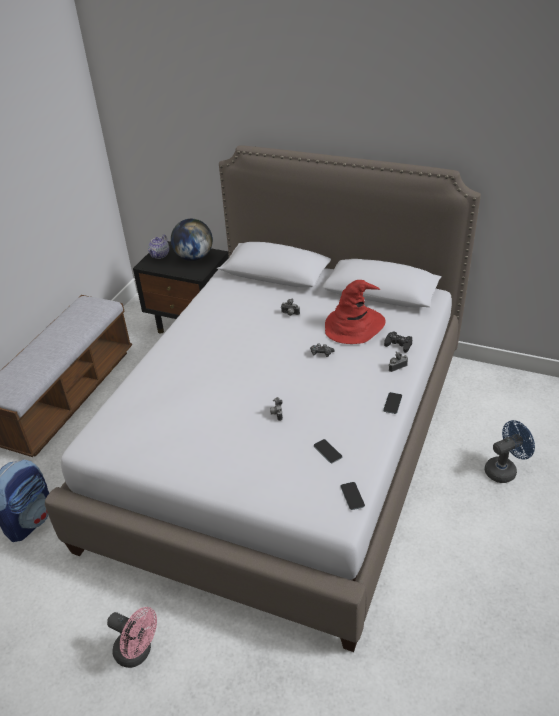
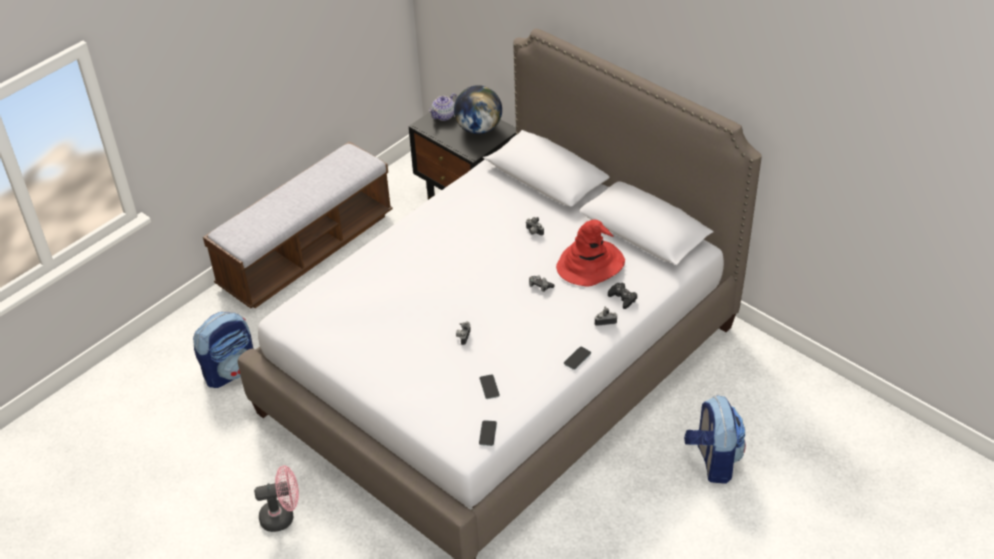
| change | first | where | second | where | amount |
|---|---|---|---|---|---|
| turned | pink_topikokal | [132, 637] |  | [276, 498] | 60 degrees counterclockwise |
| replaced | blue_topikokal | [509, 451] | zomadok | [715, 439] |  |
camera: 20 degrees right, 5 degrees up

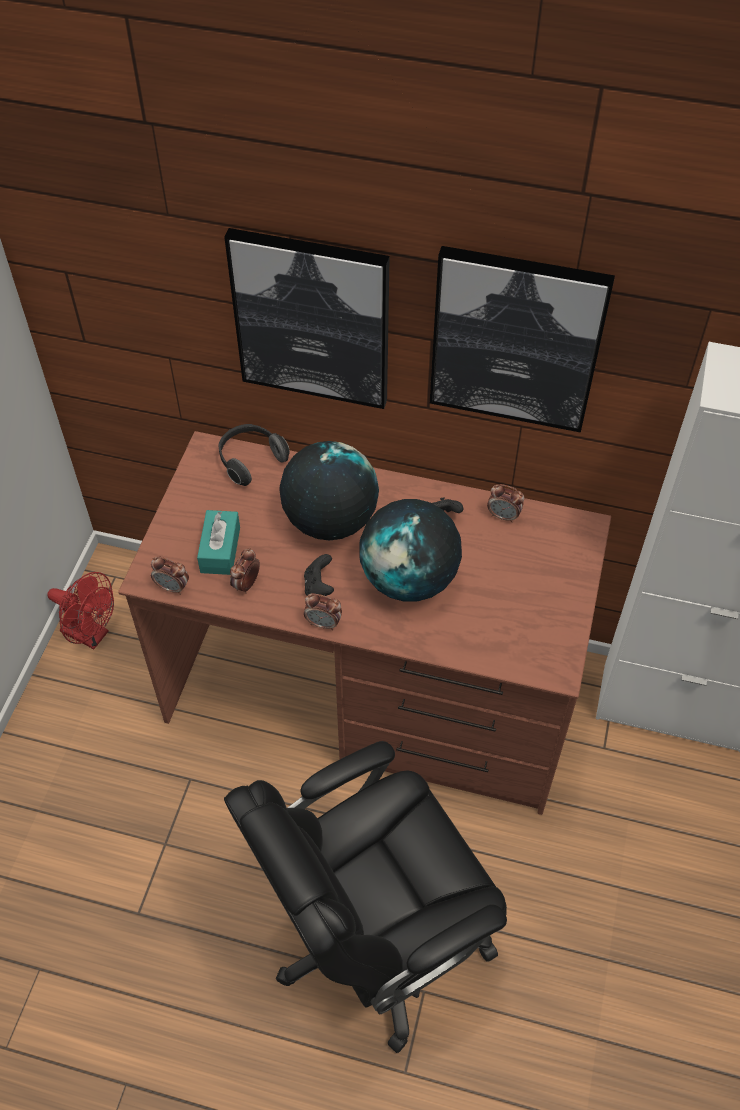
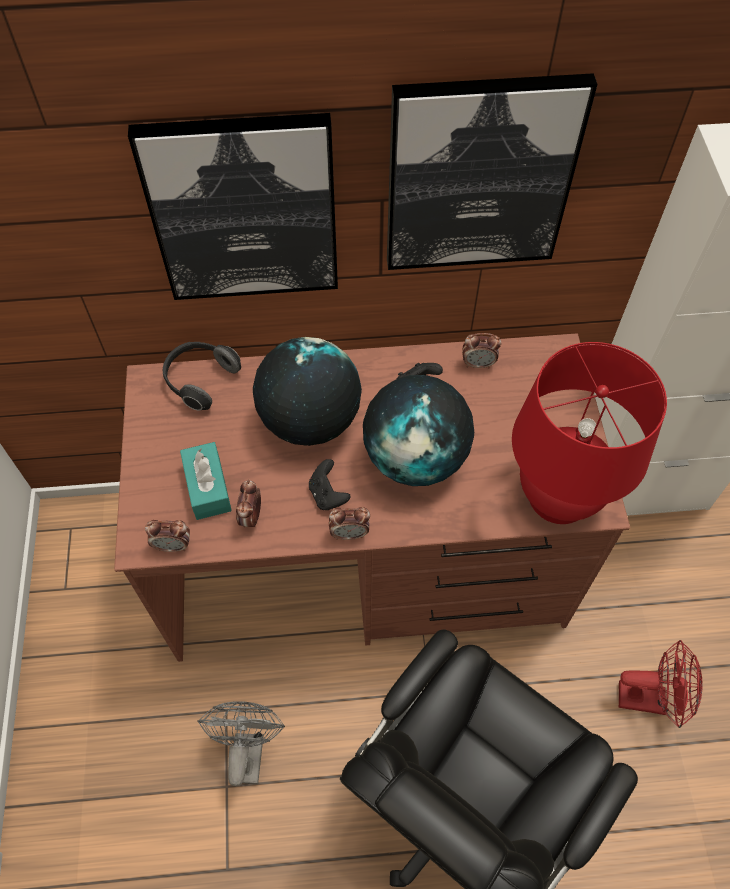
| change | first | where | second | where | amount |
|---|---|---|---|---|---|
| added |  |  | grey_topikokal | [241, 744] |  |
| added |  |  | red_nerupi | [589, 433] |  |
| moved | red_topikokal | [80, 610] |  | [660, 684] |  |
camera: 20 degrees left, 5 degrees up

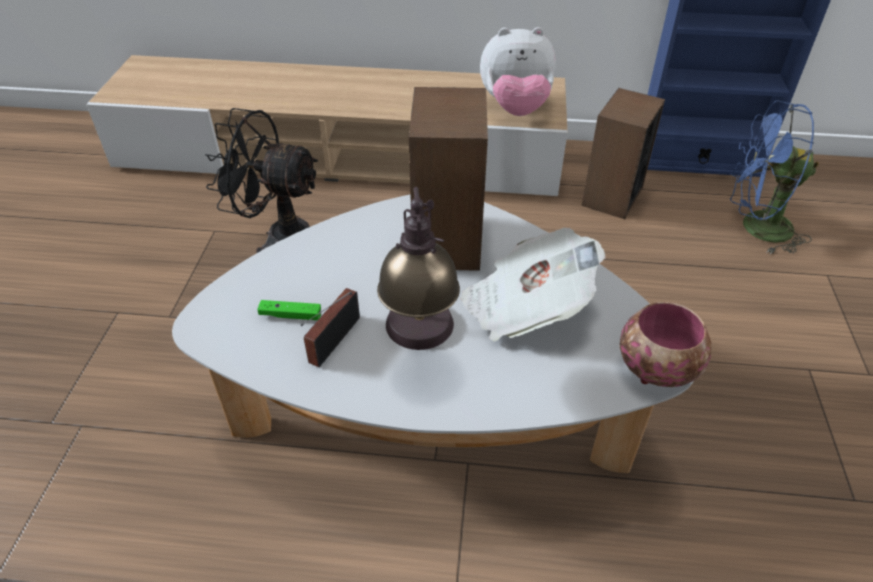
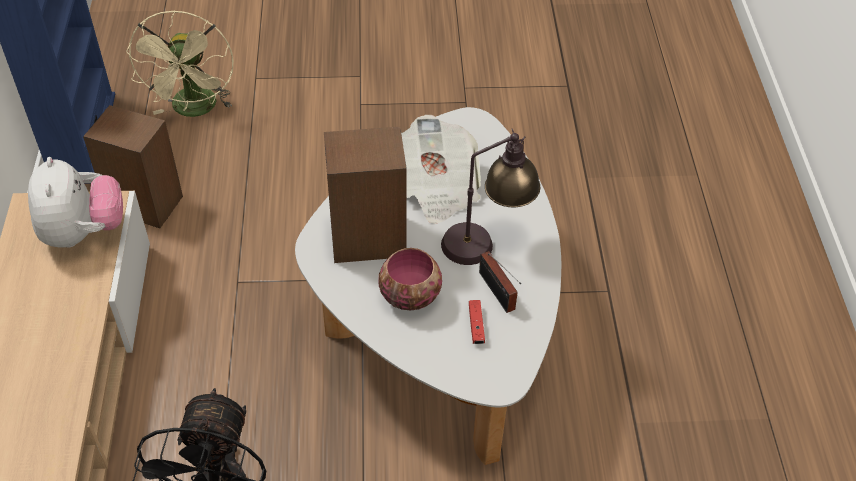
| change | first | where | second | where | amount |
|---|---|---|---|---|---|
| recoloured | blue_topikokal | [774, 177] | beige_topikokal | [180, 63] |  |
| moved | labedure | [665, 344] |  | [410, 279] |  |
| recoloured | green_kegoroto | [289, 310] | red_kegoroto | [477, 322] |  |
| turned | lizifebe | [330, 327] |  | [500, 282] | 45 degrees clockwise |
camera: 100 degrees left, 5 degrees up

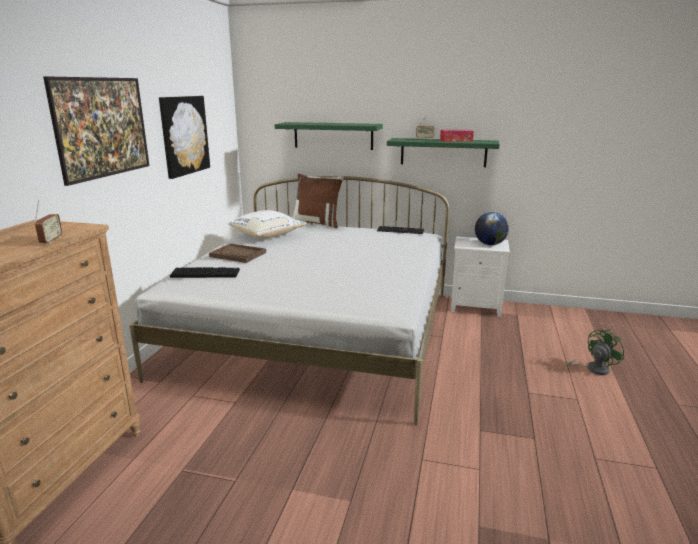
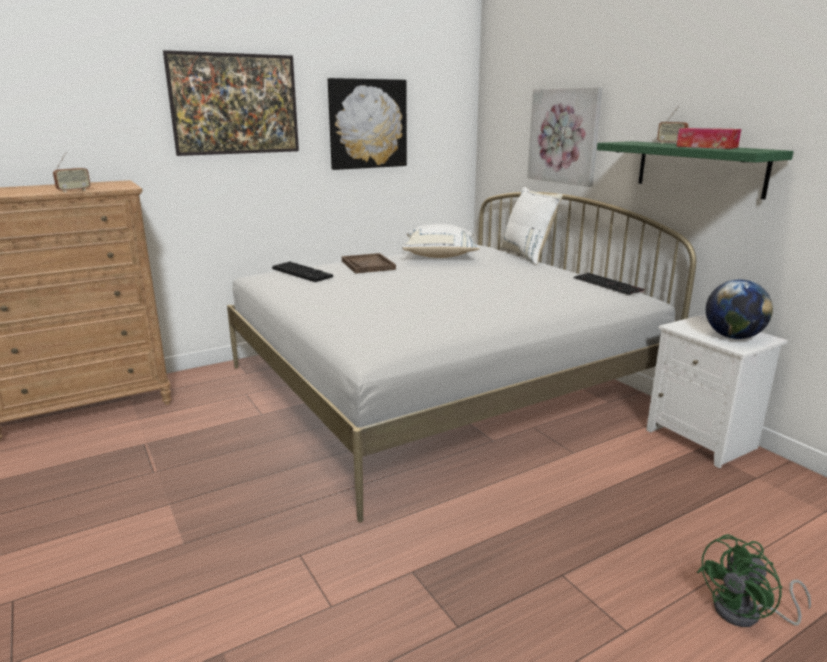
| change | first | where | second | where | amount |
|---|---|---|---|---|---|
| recoloured | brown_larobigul | [318, 201] | white_larobigul | [531, 226] |  |
| replaced | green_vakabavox | [329, 136] | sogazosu | [564, 137] |  |
| turned | green_topikokal | [593, 352] |  | [754, 580] | 135 degrees clockwise |
camera: 45 degrees right, 0 degrees up

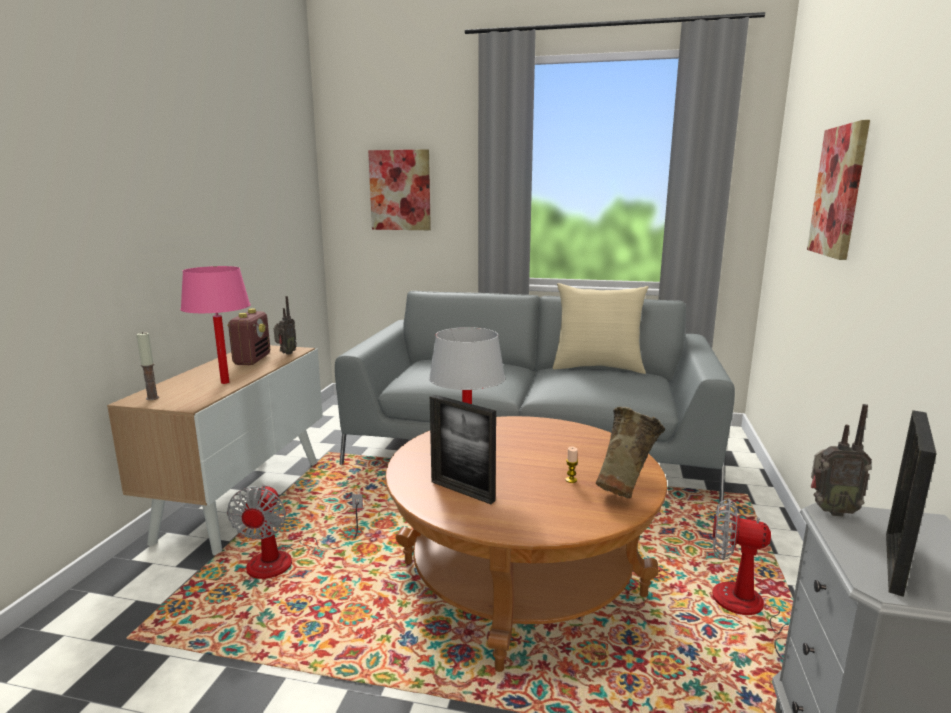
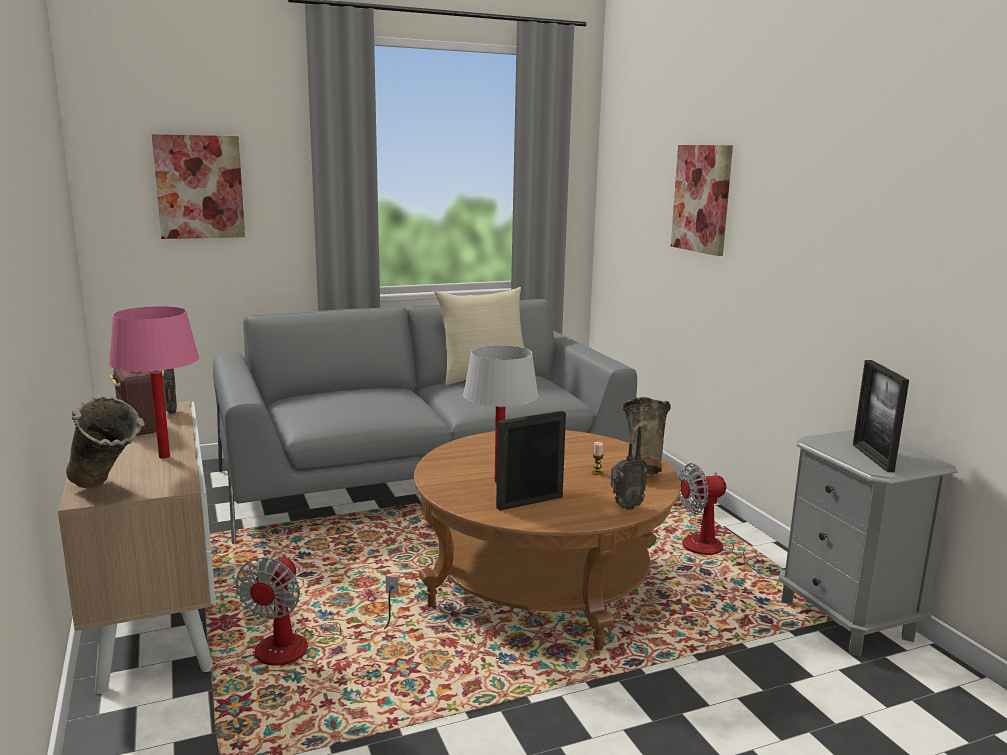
| change | first | where | second | where | amount |
|---|---|---|---|---|---|
| replaced | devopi | [147, 366] | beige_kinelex | [105, 442] |  |
| turned | topikokal | [295, 531] |  | [316, 610] | 45 degrees clockwise |
| turned | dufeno | [463, 449] |  | [531, 461] | 150 degrees clockwise |
| moved | lizifebe | [841, 460] |  | [629, 468] |  |
camera: 35 degrees left, 0 degrees up

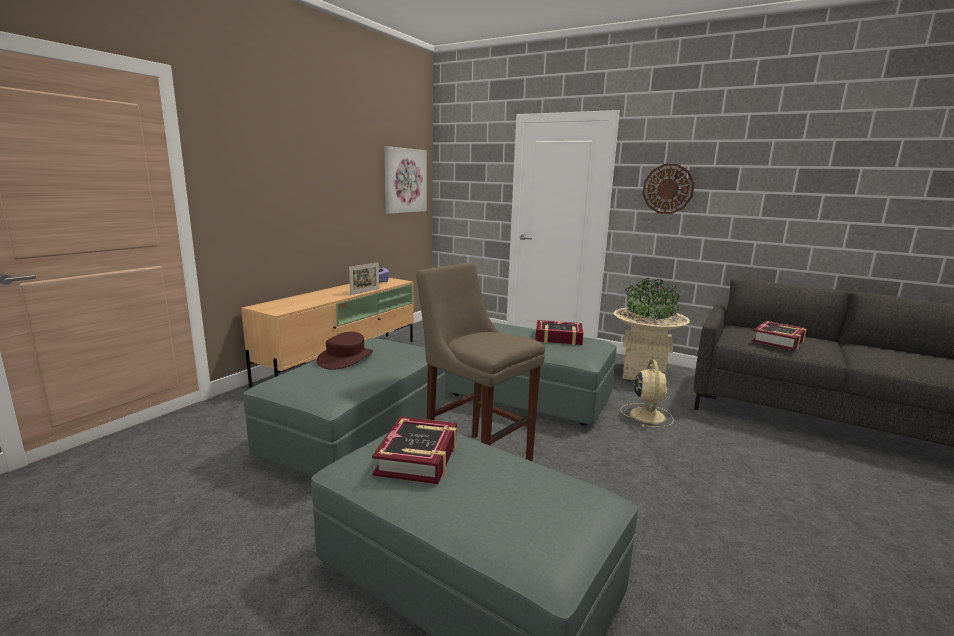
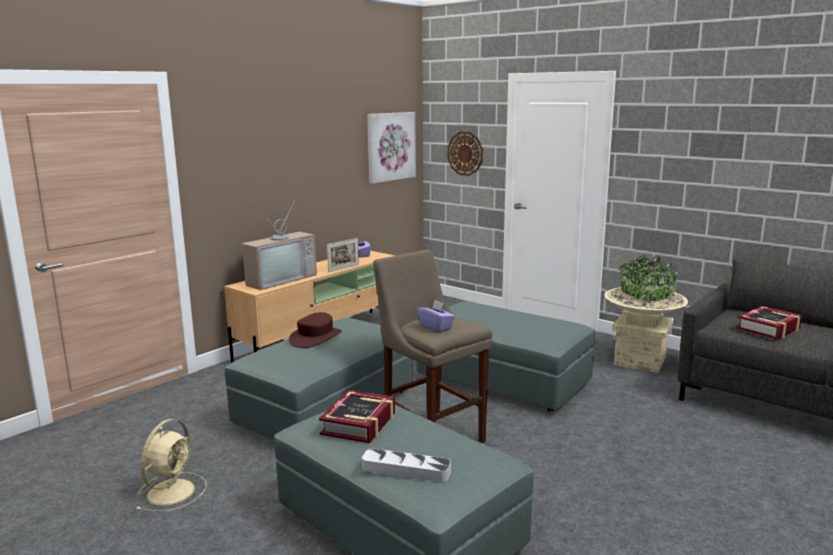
| change | first | where | second | where | amount |
|---|---|---|---|---|---|
| moved | beige_topikokal | [647, 393] |  | [171, 465] |  |
| added |  |  | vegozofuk | [279, 245] |  |
| added |  |  | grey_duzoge | [406, 465] |  |
| added |  |  | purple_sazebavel | [436, 316] |  |
| moved | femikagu | [668, 189] |  | [465, 153] |  |
| removed | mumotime | [559, 332] |  |  |  |
camera: 10 degrees right, 0 degrees up

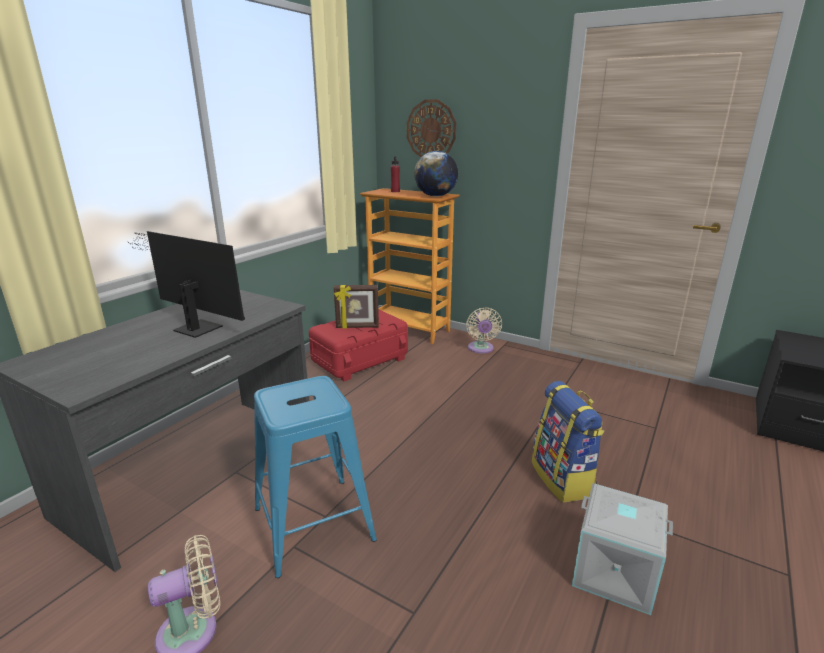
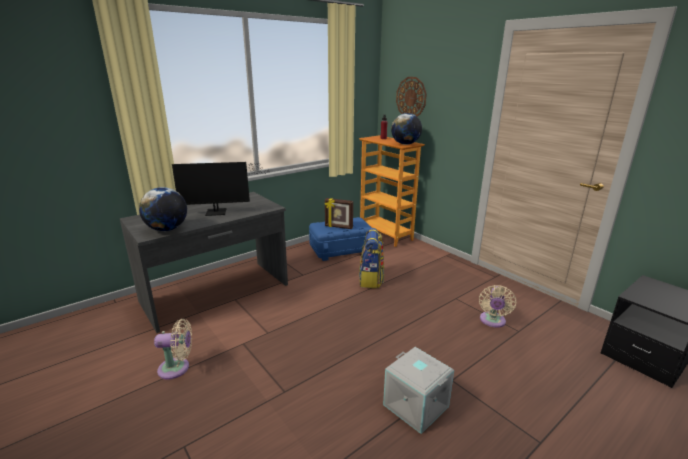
| change | first | where | second | where | amount |
|---|---|---|---|---|---|
| added |  |  | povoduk | [163, 209] |  |
| turned | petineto | [187, 284] |  | [221, 189] | 120 degrees clockwise |
| recoloured | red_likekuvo | [358, 345] | blue_likekuvo | [340, 239] |  |
| moved | zomadok | [568, 442] |  | [371, 258] |  |
| moved | beige_topikokal | [484, 330] |  | [497, 306] |  |
| removed | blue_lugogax | [315, 477] |  |  |  |
camera: 20 degrees right, 0 degrees up

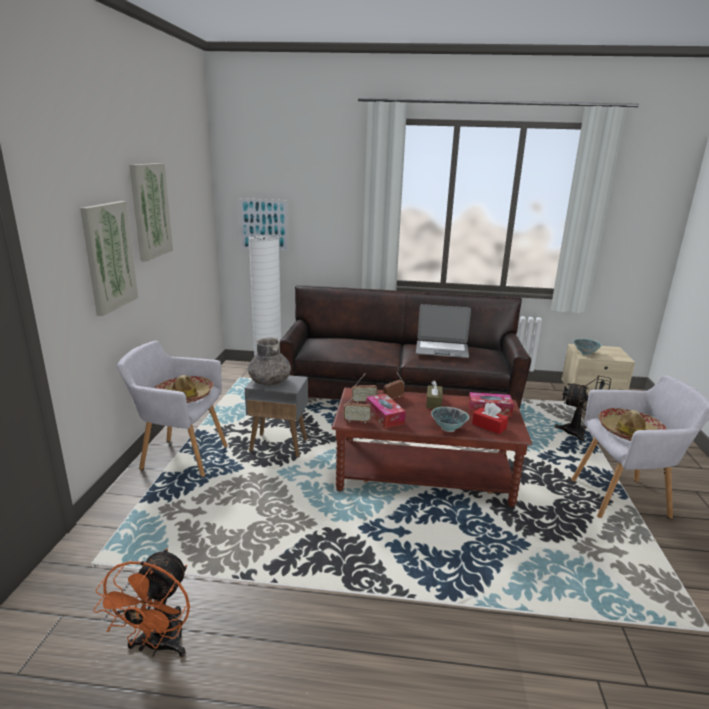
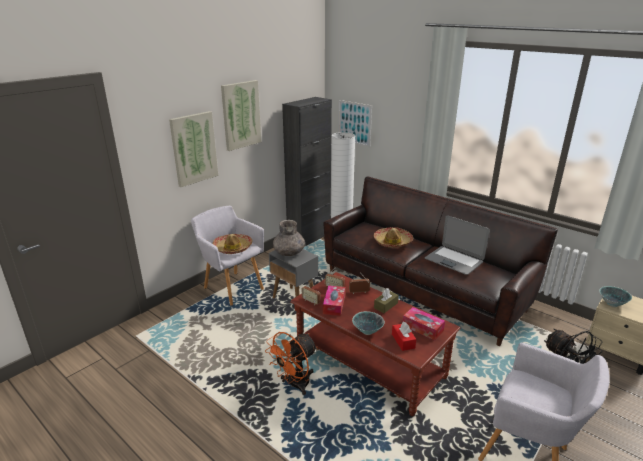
| change | first | where | second | where | amount |
|---|---|---|---|---|---|
| moved | orange_topikokal | [141, 602] |  | [291, 363] |  |
| added |  |  | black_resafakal | [307, 172] |  |
| moved | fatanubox | [632, 424] |  | [393, 237] |  |
camera: 35 degrees right, 5 degrees up

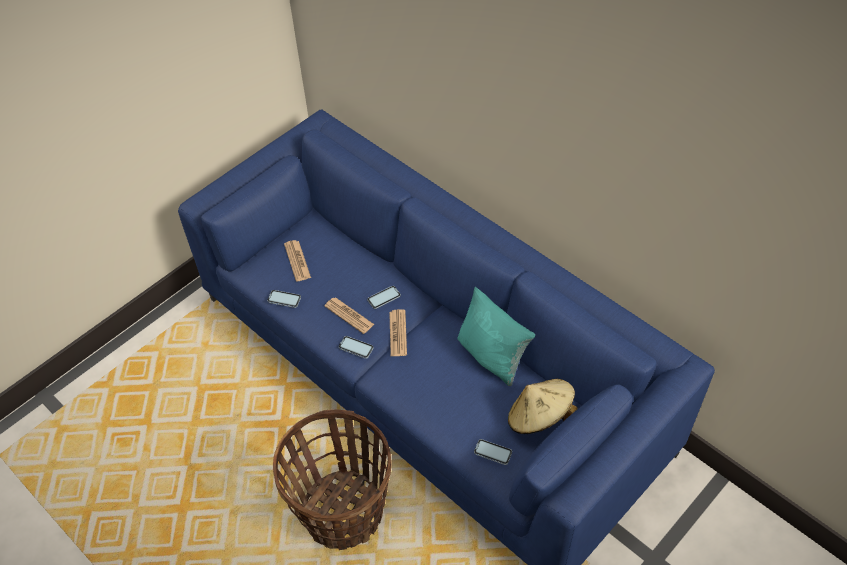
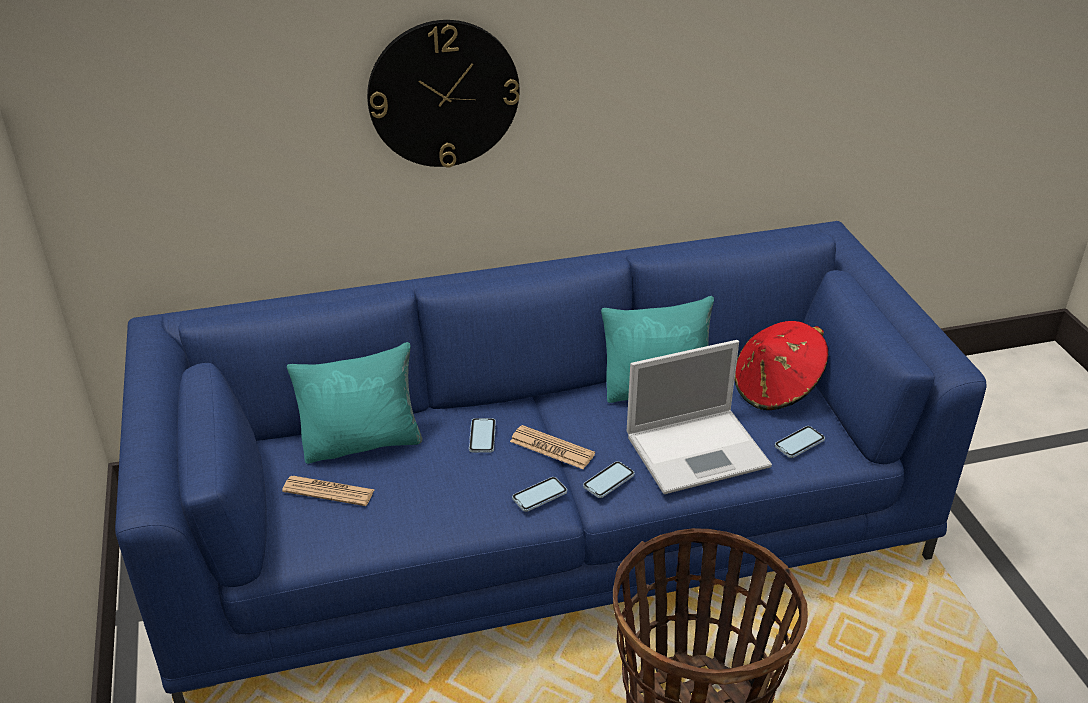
| change | first | where | second | where | amount |
|---|---|---|---|---|---|
| added |  |  | turquoise_larobigul | [355, 403] |  |
| added |  |  | femikagu | [443, 94] |  |
| moved | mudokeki | [284, 299] |  | [608, 479] |  |
| added |  |  | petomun | [699, 417] |  |
| recoloured | beige_fatanubox | [542, 406] | red_fatanubox | [781, 365] |  |
| removed | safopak | [349, 315] |  |  |  |
camera: 60 degrees left, 15 degrees down

